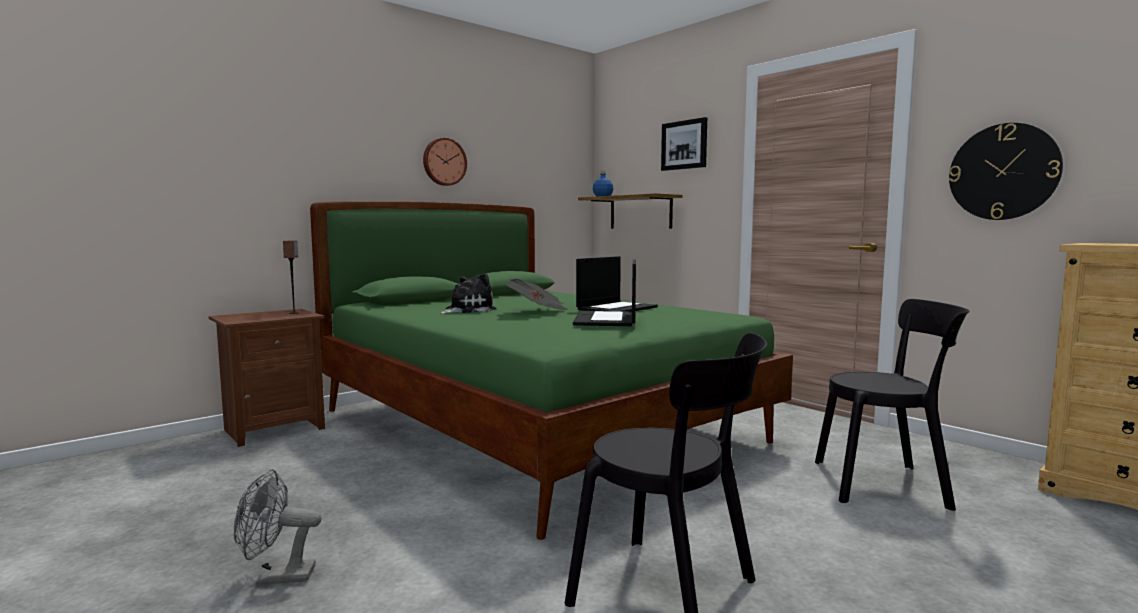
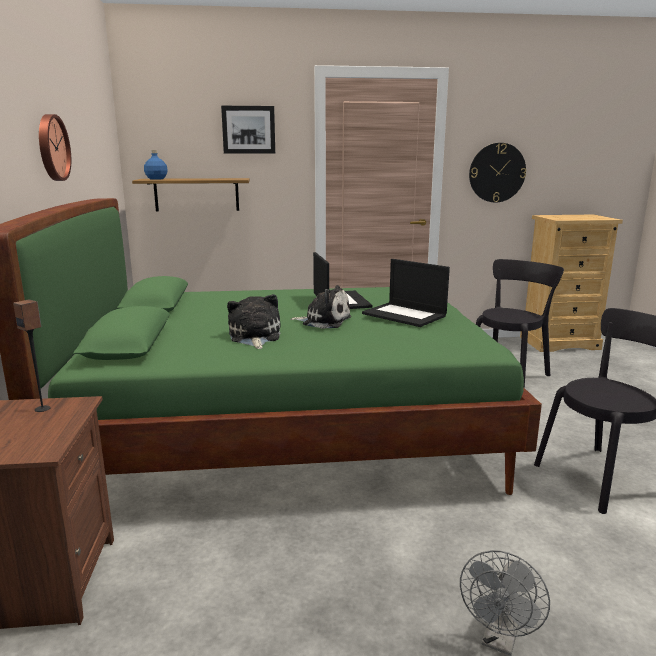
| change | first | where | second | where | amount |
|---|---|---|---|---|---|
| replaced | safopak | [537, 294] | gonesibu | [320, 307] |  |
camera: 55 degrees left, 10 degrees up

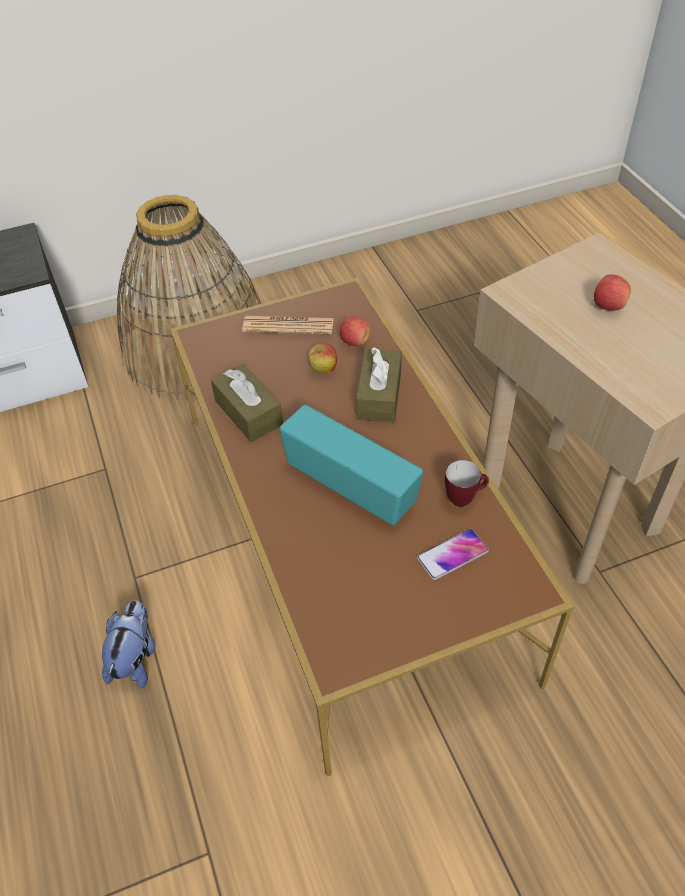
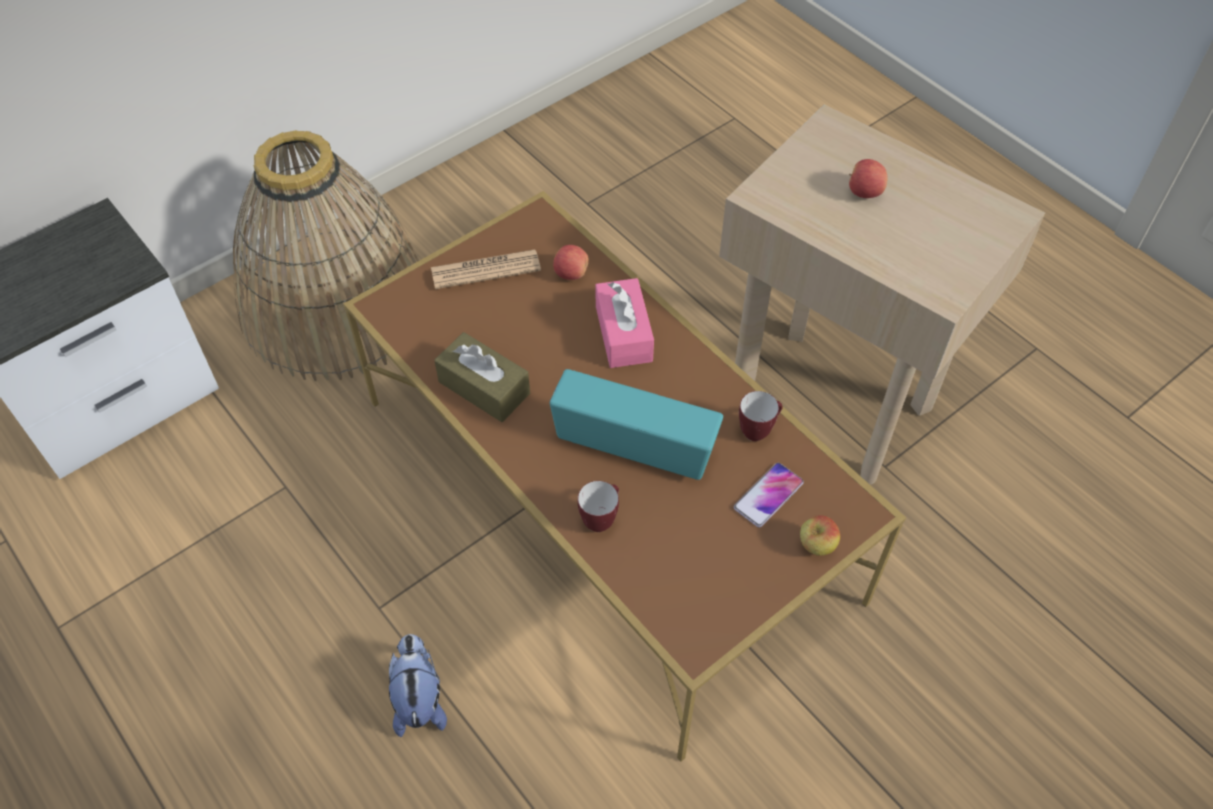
| change | first | where | second | where | amount |
|---|---|---|---|---|---|
| added |  |  | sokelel | [598, 506] |  |
| recoloured | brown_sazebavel | [379, 385] | pink_sazebavel | [624, 323] |  |
| moved | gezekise | [322, 358] |  | [820, 535] |  |
camera: 20 degrees left, 5 degrees up

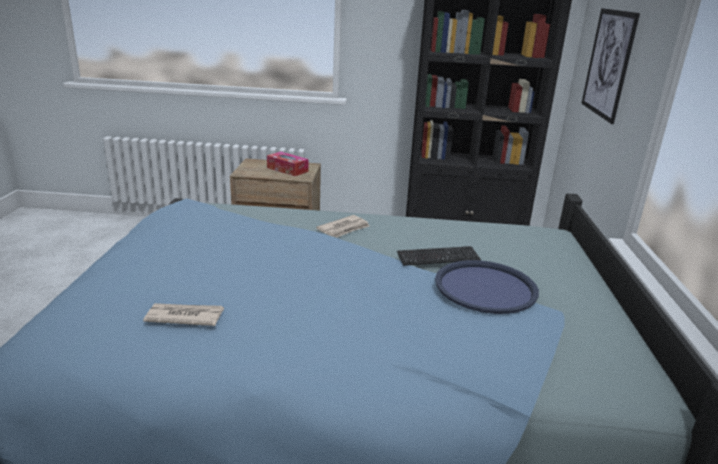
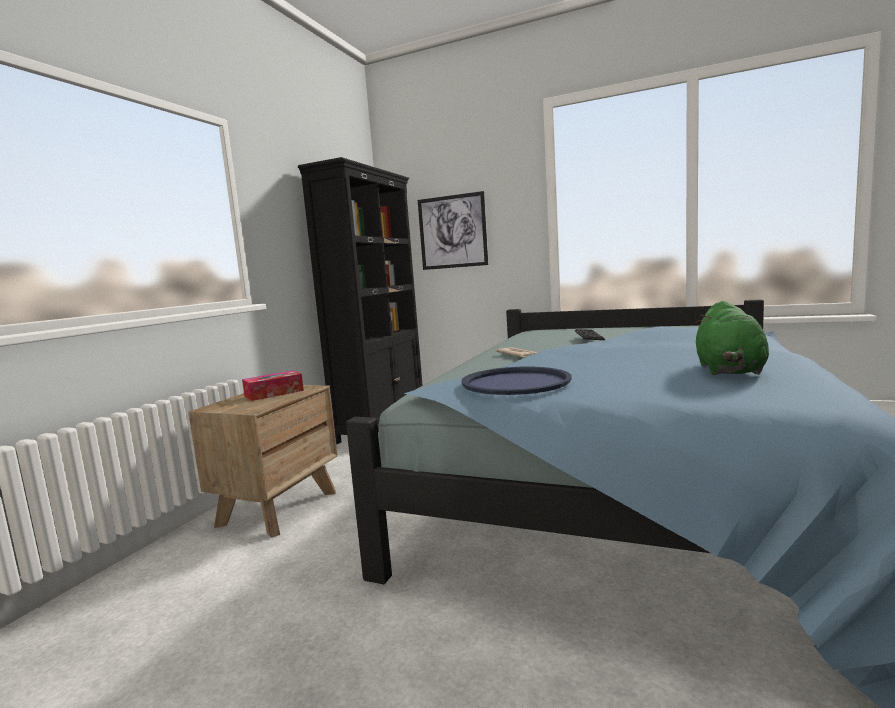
| change | first | where | second | where | amount |
|---|---|---|---|---|---|
| moved | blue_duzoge | [487, 287] |  | [516, 381] |  |
| replaced | safopak | [183, 314] | green_gonesibu | [732, 338] |  |
camera: 70 degrees left, 15 degrees down

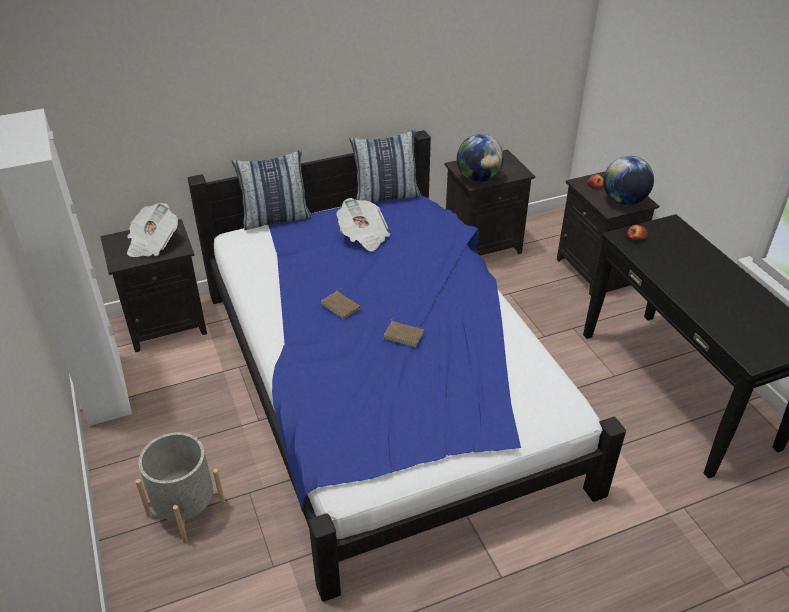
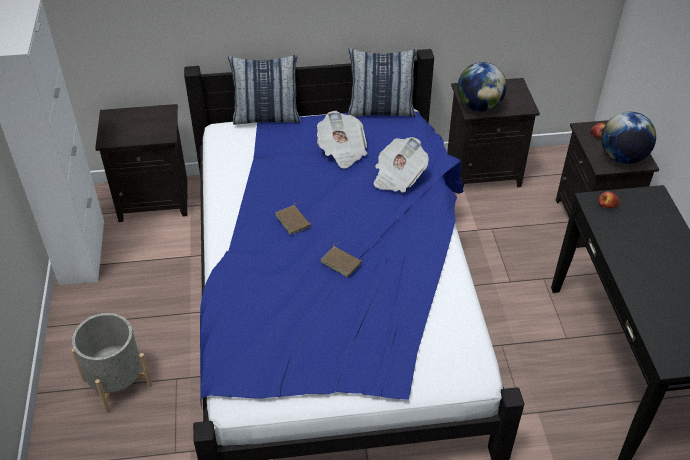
| change | first | where | second | where | amount |
|---|---|---|---|---|---|
| moved | safopak | [152, 230] |  | [401, 165] |  |
camera: 15 degrees right, 5 degrees up

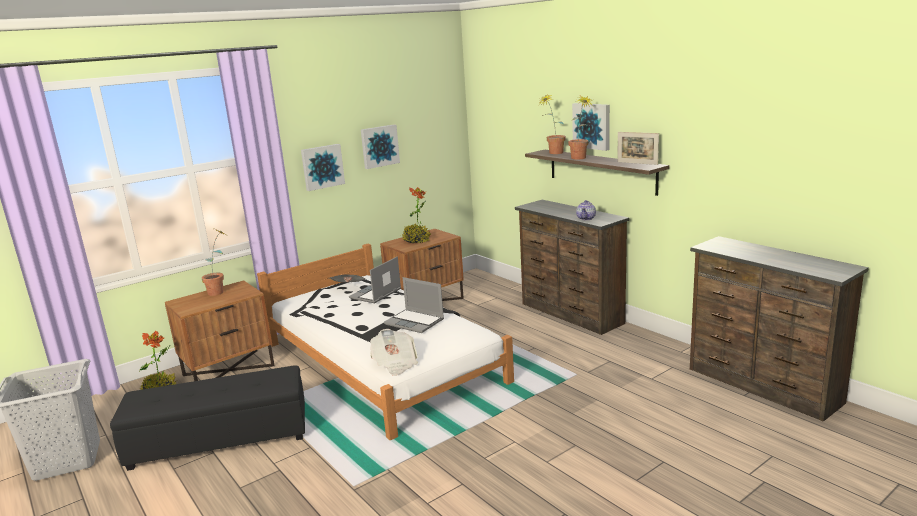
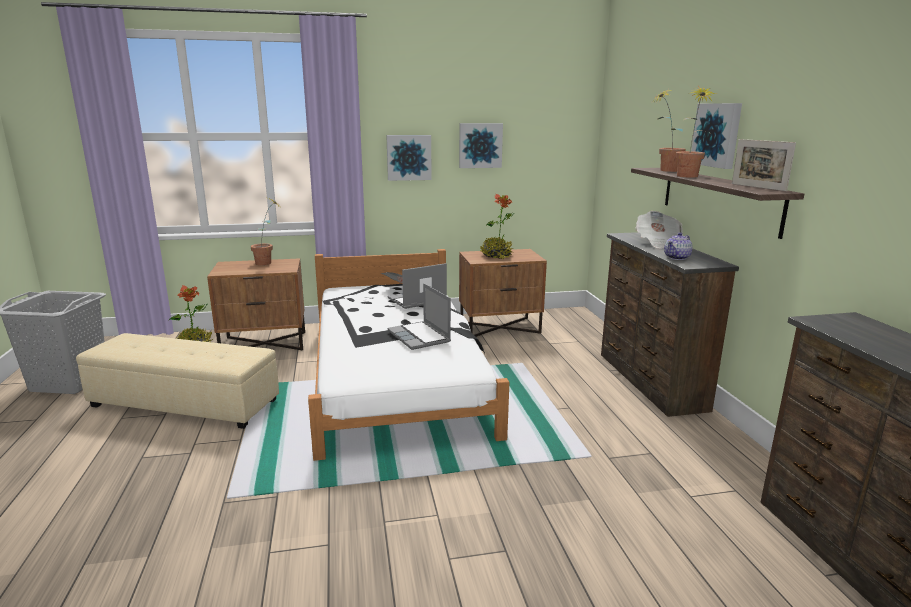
| change | first | where | second | where | amount |
|---|---|---|---|---|---|
| recoloured | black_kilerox | [207, 418] | beige_kilerox | [177, 381] |  |
| moved | safopak | [394, 352] |  | [659, 229] |  |
camera: 25 degrees right, 0 degrees up

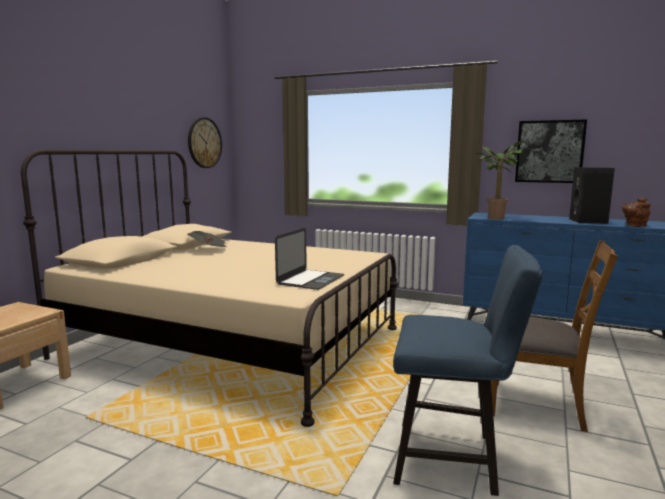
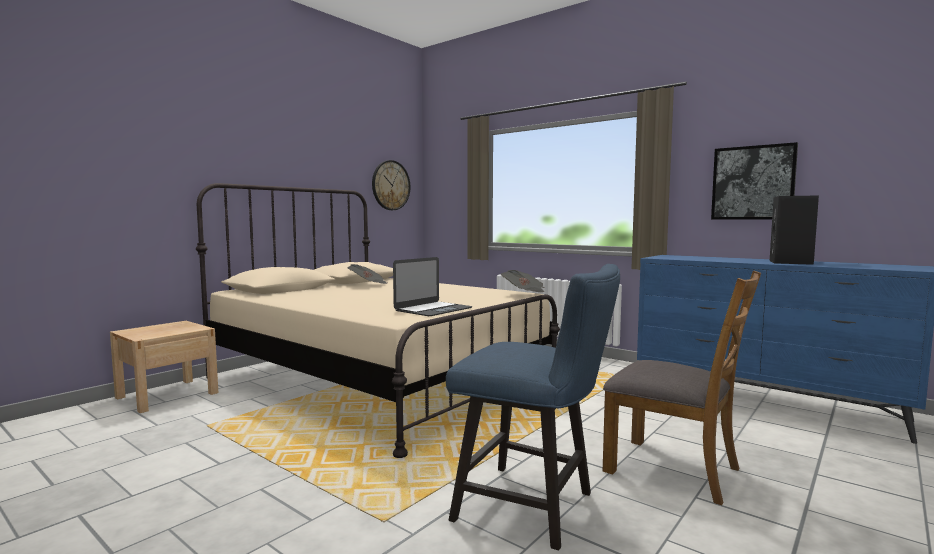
| change | first | where | second | where | amount |
|---|---|---|---|---|---|
| added |  |  | safopak | [523, 281] |  |
| removed | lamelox | [504, 180] |  |  |  |
| removed | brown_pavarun | [636, 212] |  |  |  |
camera: 15 degrees right, 5 degrees down

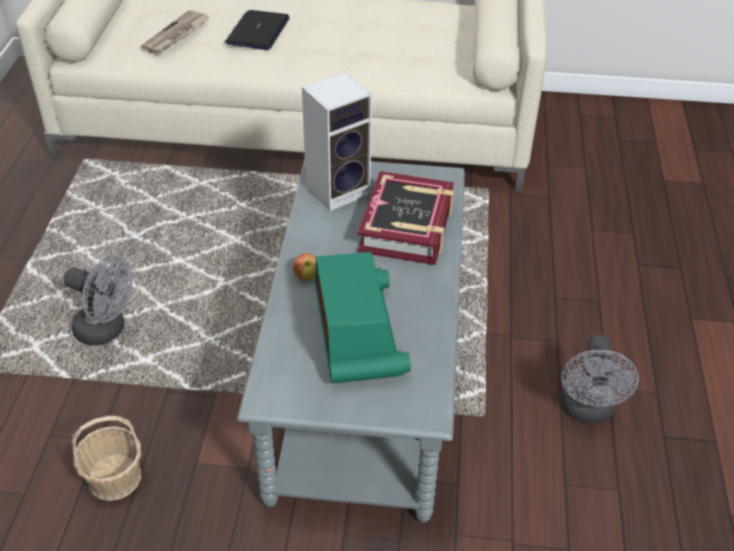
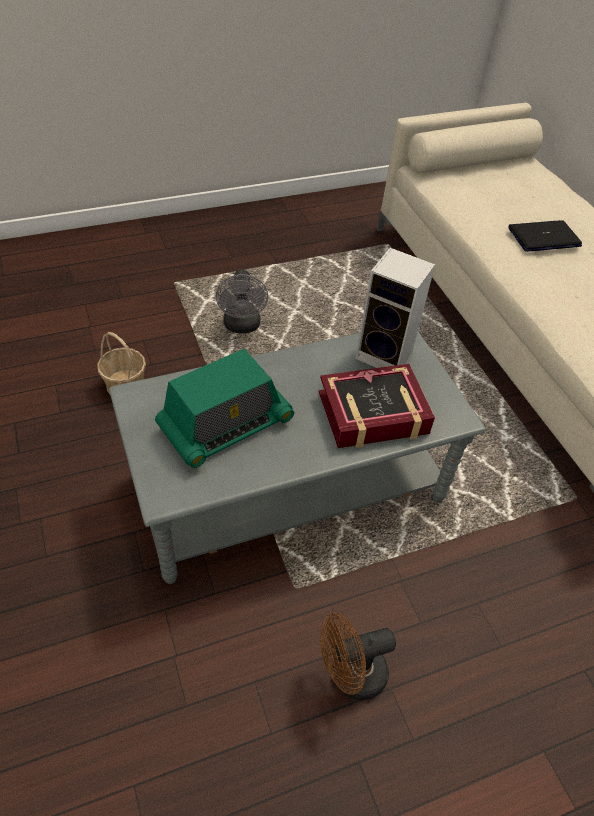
| change | first | where | second | where | amount |
|---|---|---|---|---|---|
| recoloured | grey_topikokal | [599, 379] | brown_topikokal | [358, 657] |  |
| removed | safopak | [174, 32] |  |  |  |
| removed | gezekise | [304, 266] |  |  |  |
camera: 60 degrees right, 5 degrees up

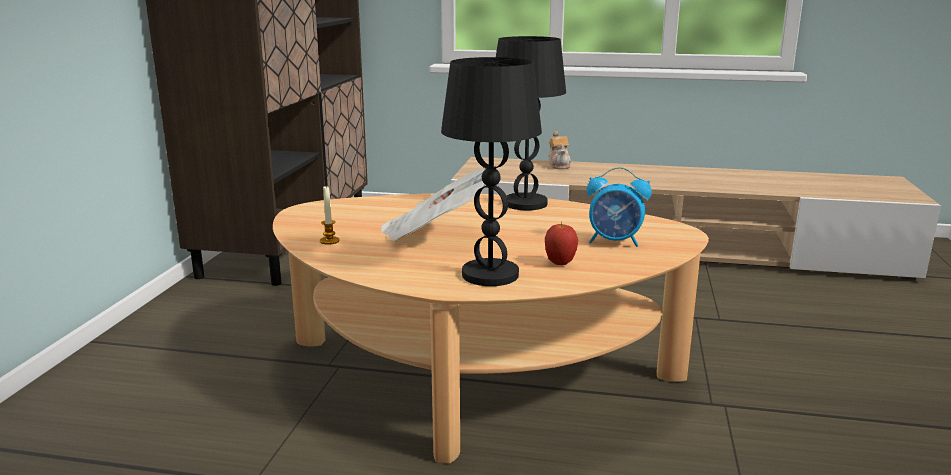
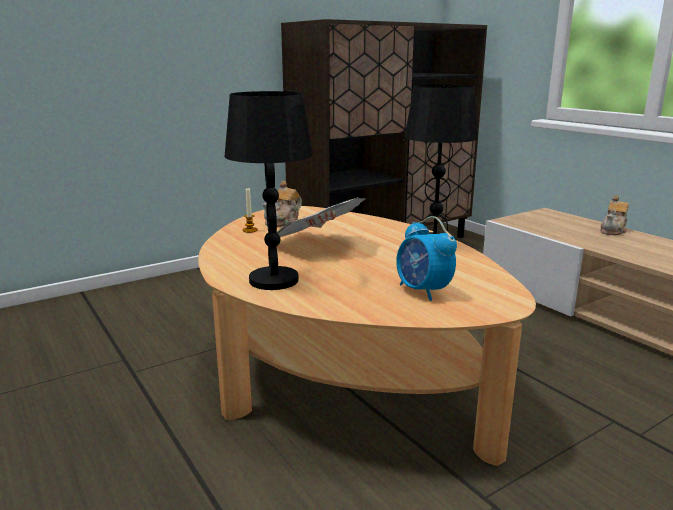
| change | first | where | second | where | amount |
|---|---|---|---|---|---|
| added |  |  | pavarun | [282, 204] |  |
| removed | gezekise | [561, 243] |  |  |  |
camera: 45 degrees right, 0 degrees up

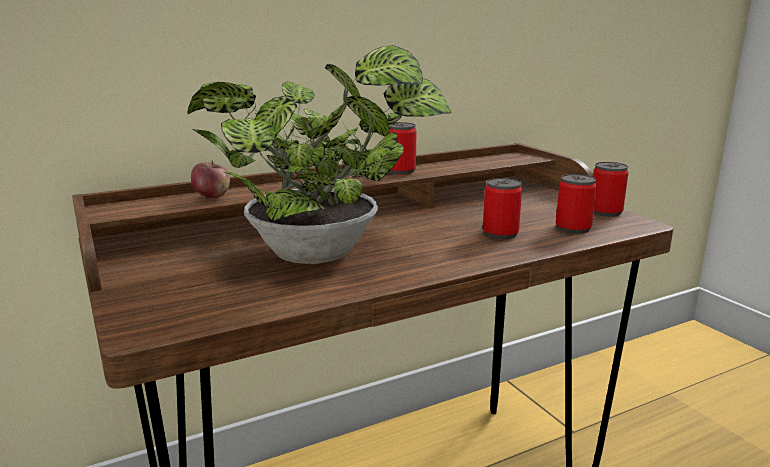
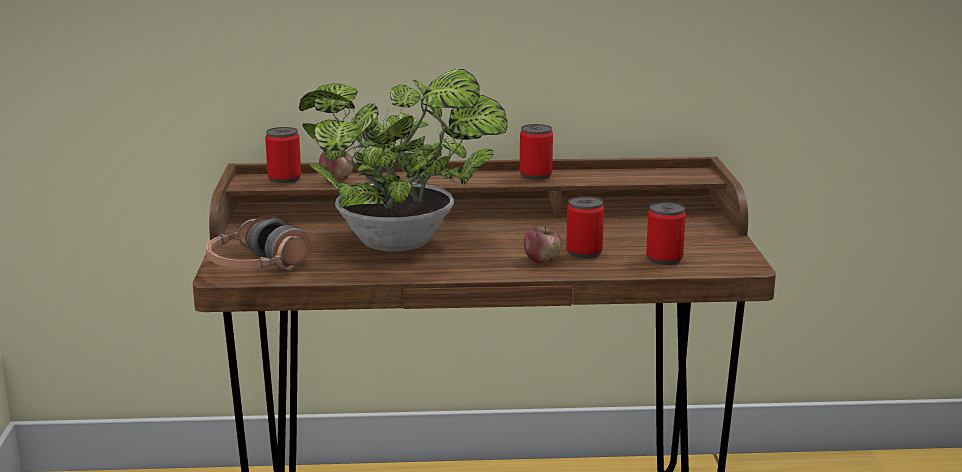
| change | first | where | second | where | amount |
|---|---|---|---|---|---|
| added |  |  | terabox | [258, 242] |  |
| moved | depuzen | [610, 189] |  | [283, 155] |  |
| added |  |  | gezekise | [543, 244] |  |
camera: 25 degrees right, 0 degrees up

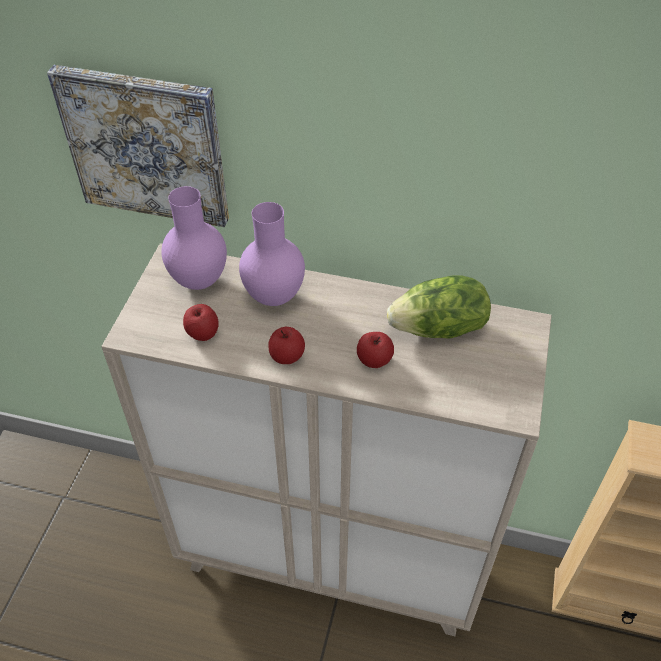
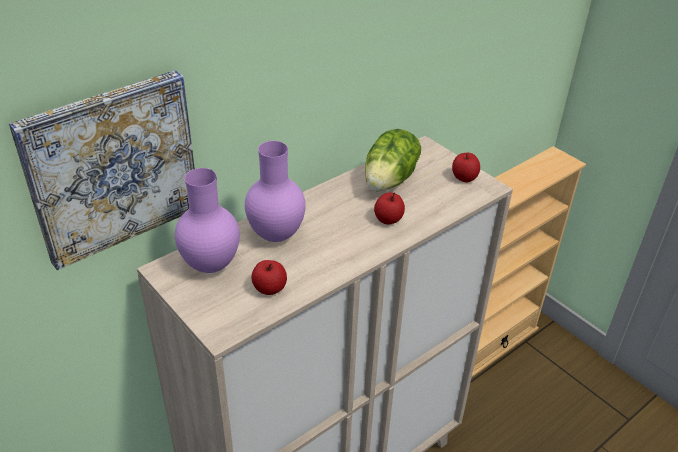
| change | first | where | second | where | amount |
|---|---|---|---|---|---|
| moved | gezekise | [286, 345] |  | [466, 167] |  |
camera: 55 degrees left, 10 degrees down

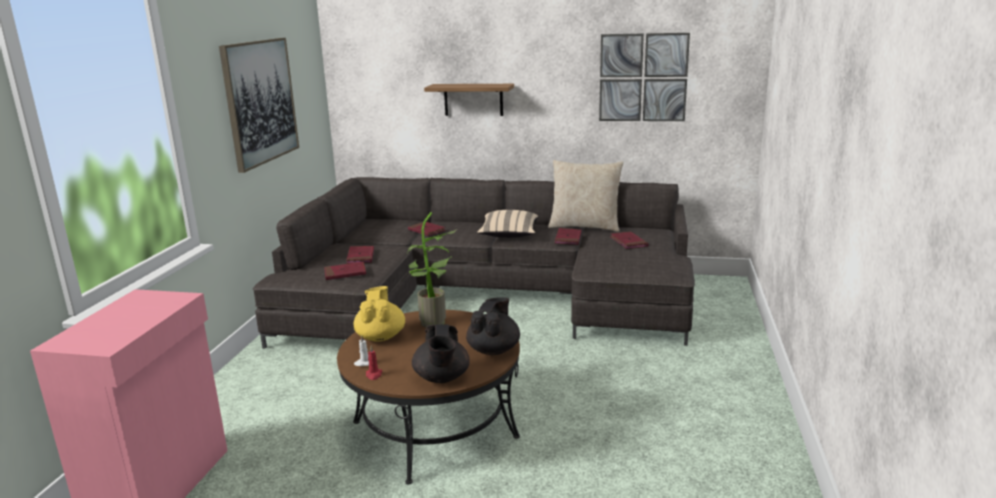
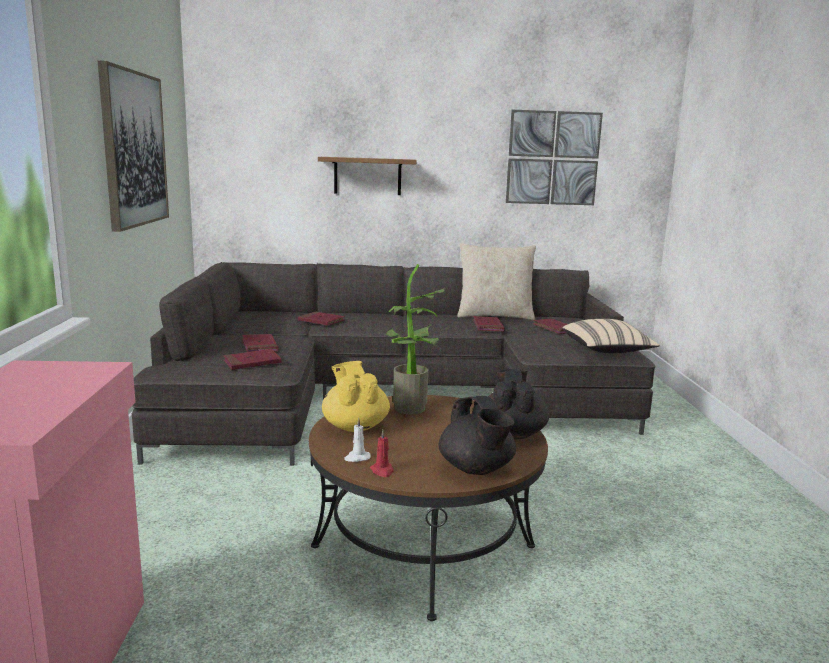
| change | first | where | second | where | amount |
|---|---|---|---|---|---|
| moved | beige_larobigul | [507, 224] |  | [611, 336] |  |
camera: 15 degrees left, 5 degrees down

